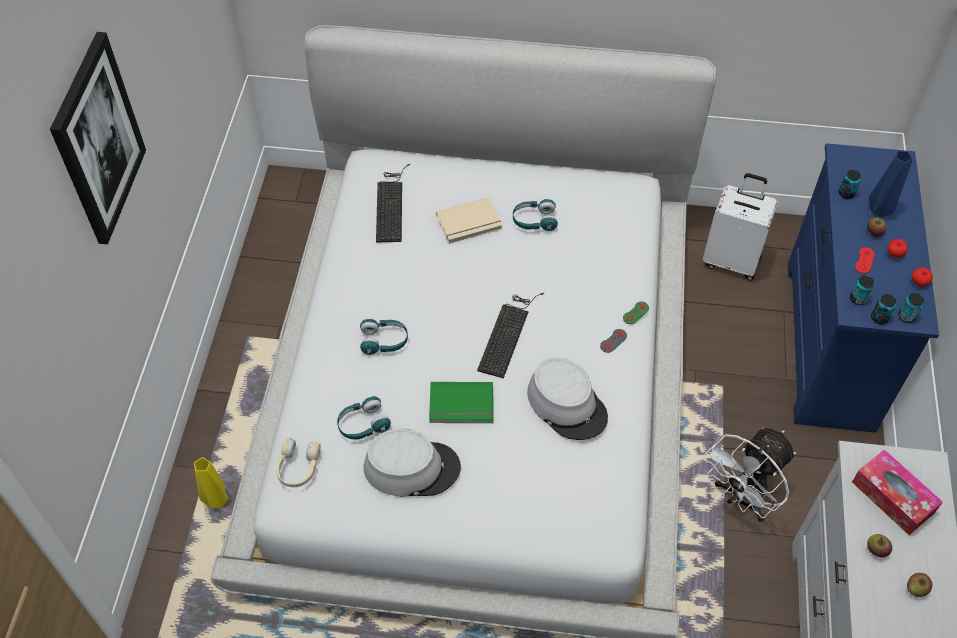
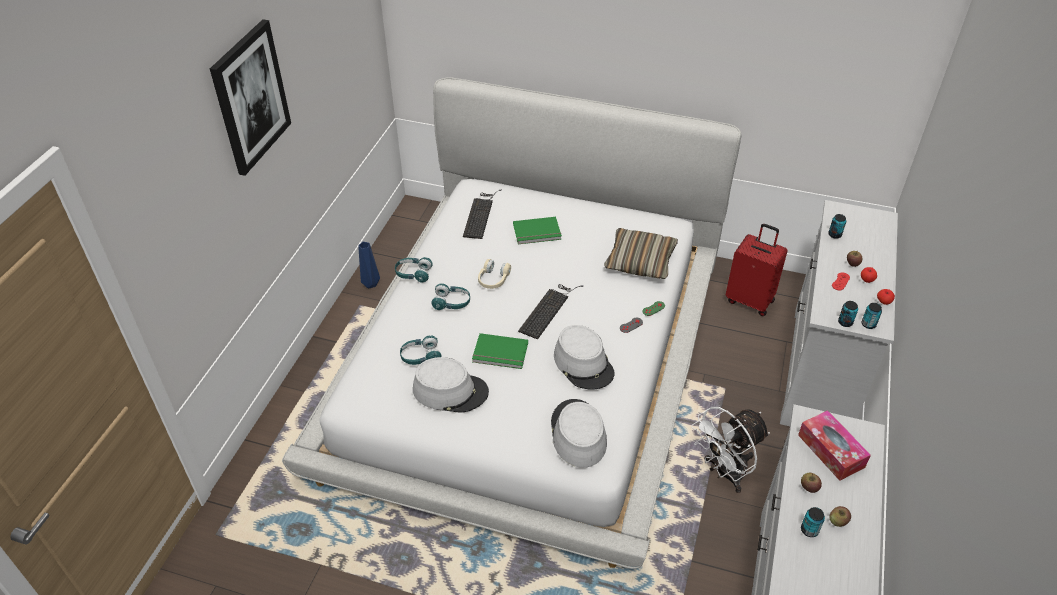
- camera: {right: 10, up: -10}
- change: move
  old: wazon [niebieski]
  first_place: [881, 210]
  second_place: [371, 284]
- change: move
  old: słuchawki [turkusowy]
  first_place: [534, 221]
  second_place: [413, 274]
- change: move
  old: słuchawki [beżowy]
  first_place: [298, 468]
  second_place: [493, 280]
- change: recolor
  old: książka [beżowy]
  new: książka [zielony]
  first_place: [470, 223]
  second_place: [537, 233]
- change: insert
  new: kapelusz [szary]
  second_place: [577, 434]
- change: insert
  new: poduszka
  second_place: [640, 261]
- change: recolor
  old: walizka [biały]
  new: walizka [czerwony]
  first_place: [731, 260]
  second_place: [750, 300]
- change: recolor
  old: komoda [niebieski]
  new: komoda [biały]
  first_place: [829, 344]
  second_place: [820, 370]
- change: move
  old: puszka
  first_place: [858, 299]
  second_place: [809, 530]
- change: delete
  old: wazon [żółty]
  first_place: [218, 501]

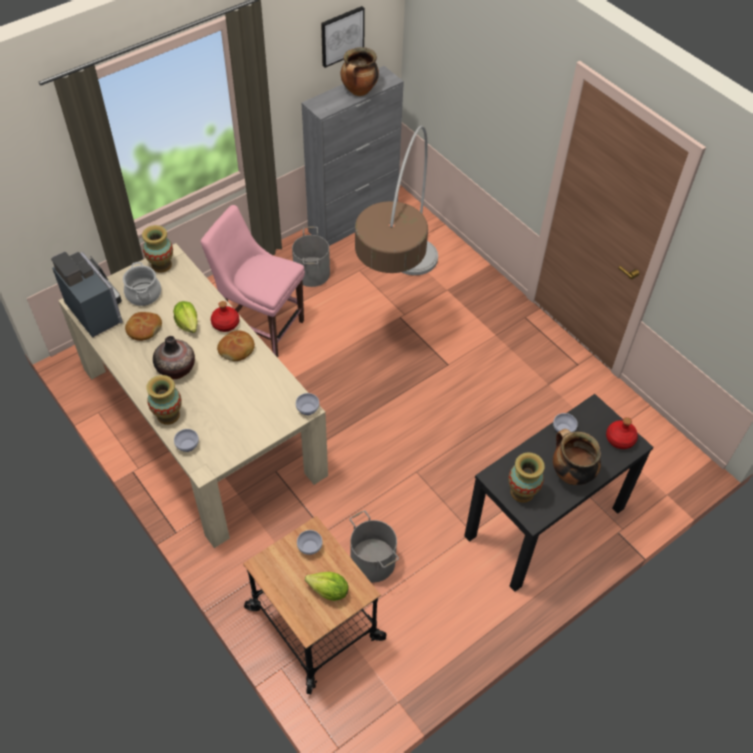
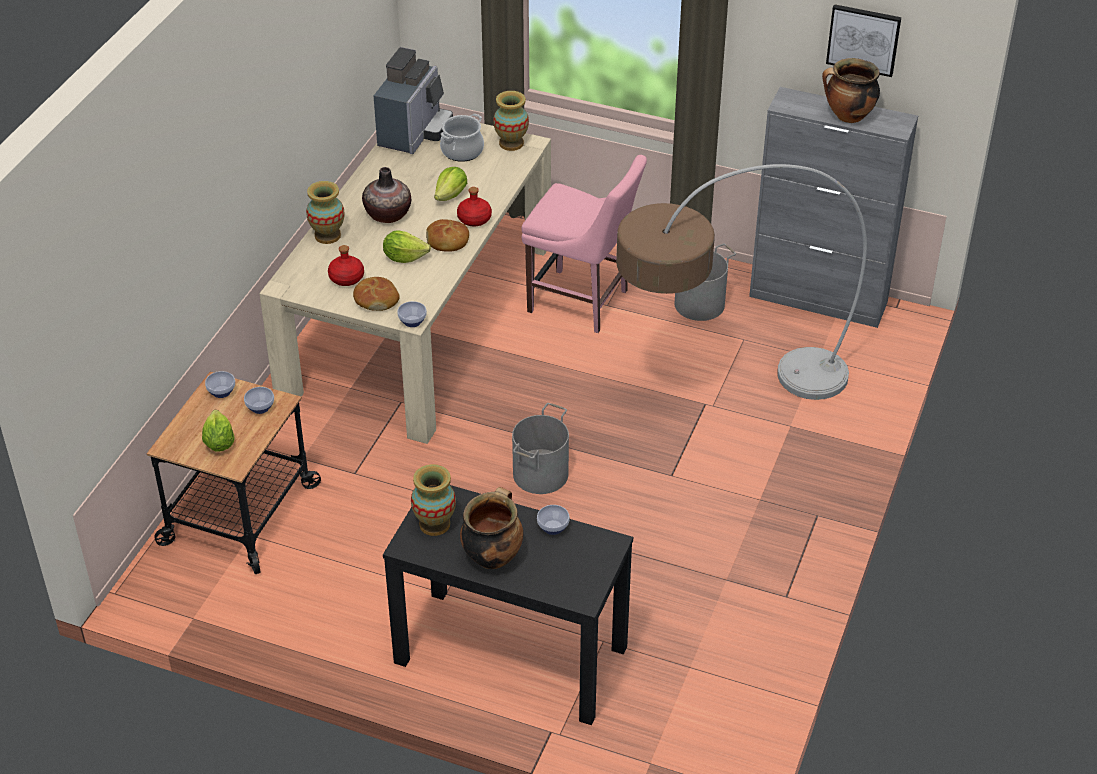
- camera: {right: 60, up: -10}
- change: move
  old: miska
  first_place: [187, 446]
  second_place: [221, 392]
- change: move
  old: butelka [czerwony]
  first_place: [619, 439]
  second_place: [346, 277]
- change: move
  old: chleb
  first_place: [144, 329]
  second_place: [376, 299]
- change: insert
  new: sałata
  second_place: [404, 257]
- change: move
  old: wiadro [szary]
  first_place: [372, 562]
  second_place: [539, 473]
- change: rotate
  old: krzesło [różowy]
  first_place: [261, 327]
  second_place: [582, 303]
  degrees: 120

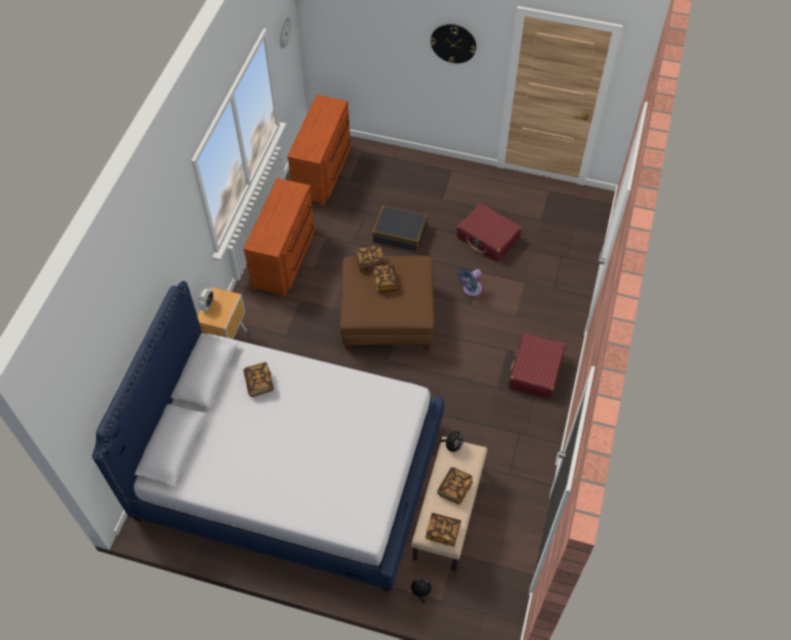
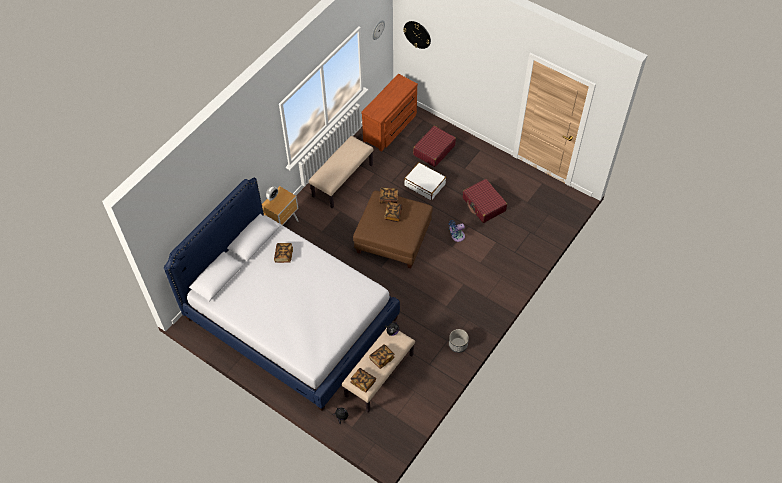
- camera: {right: 20, up: 0}
- change: replace
  old: komoda [brązowy]
  new: ławka [beżowy]
  first_place: [286, 258]
  second_place: [342, 180]
- change: move
  old: zegar ścienny
  first_place: [453, 43]
  second_place: [417, 34]
- change: recolor
  old: walizka [czarny]
  new: walizka [biały]
  first_place: [400, 233]
  second_place: [425, 184]
- change: move
  old: walizka [czerwony]
  first_place: [535, 371]
  second_place: [434, 150]
- change: insert
  new: donica
  second_place: [458, 345]

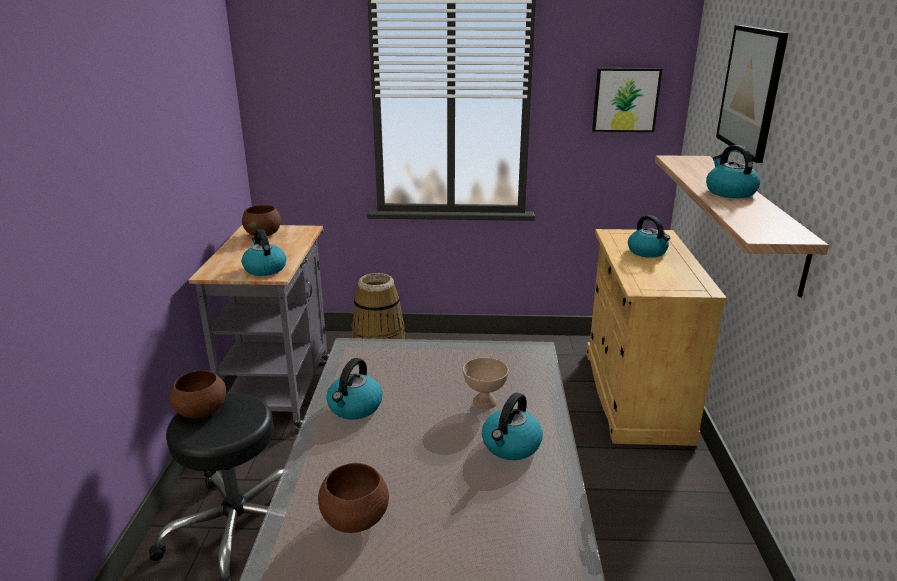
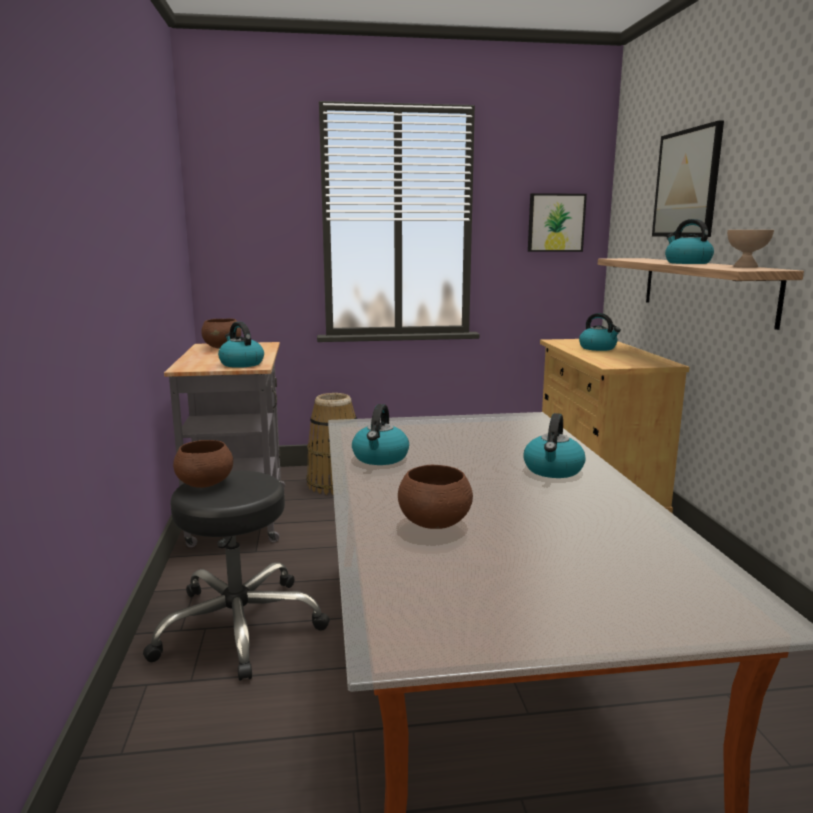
- camera: {right: -10, up: -10}
- change: move
  old: miska [beżowy]
  first_place: [484, 402]
  second_place: [745, 267]

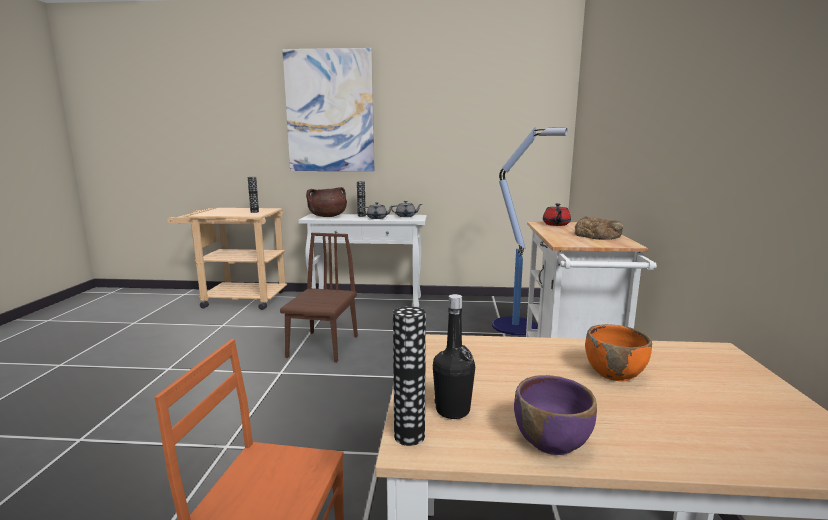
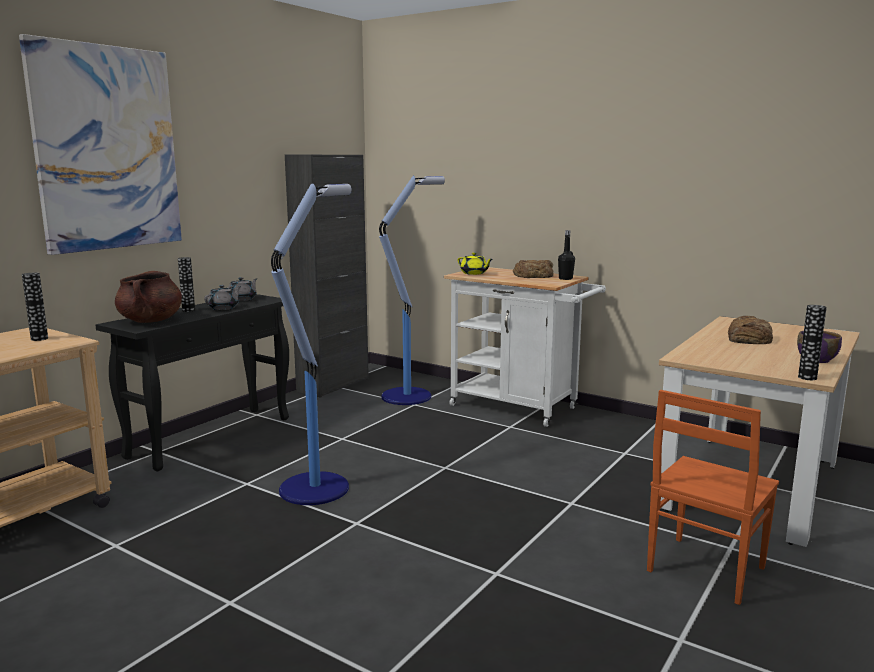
- camera: {right: -60, up: 0}
- change: recolor
  old: stolik konsolowy [biały]
  new: stolik konsolowy [czarny]
  first_place: [368, 301]
  second_place: [212, 437]
- change: replace
  old: krzesło [brązowy]
  new: lampa stojąca
  first_place: [323, 346]
  second_place: [316, 487]
- change: insert
  new: szafka [czarny]
  second_place: [333, 385]
- change: recolor
  old: imbryk [czerwony]
  new: imbryk [żółty]
  first_place: [556, 224]
  second_place: [474, 273]
- change: move
  old: butelka [czarny]
  first_place: [452, 410]
  second_place: [565, 278]
- change: replace
  old: miska [pomarańczowy]
  new: chleb
  first_place: [614, 373]
  second_place: [748, 338]

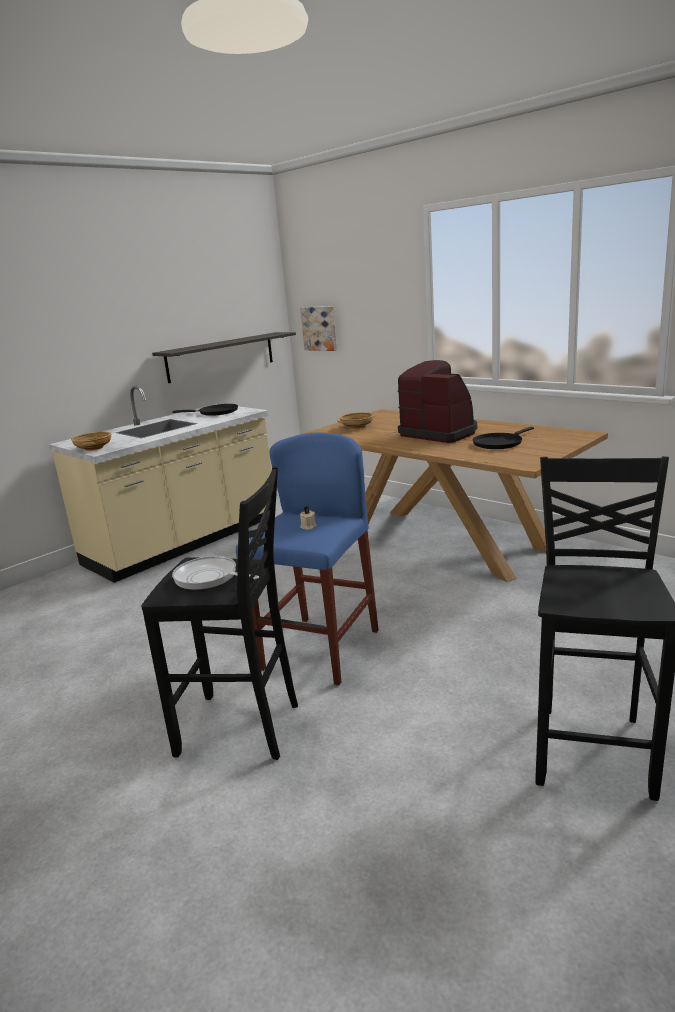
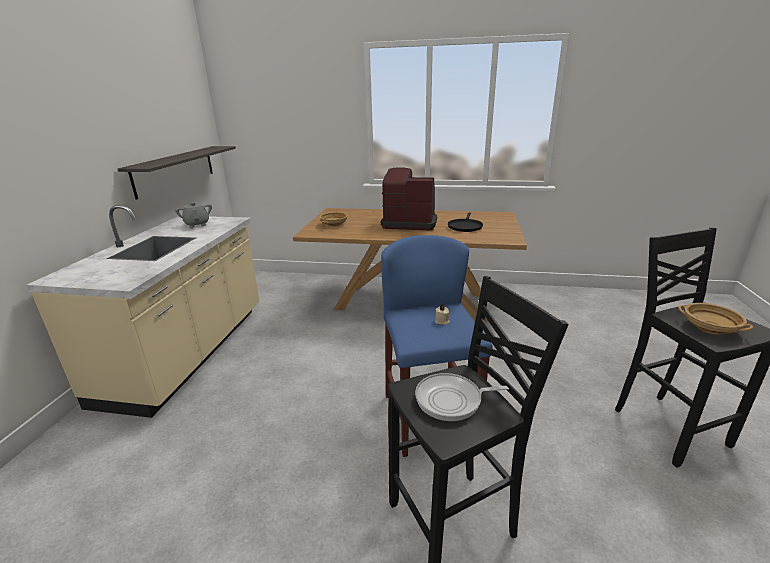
- camera: {right: -35, up: 5}
- change: replace
  old: patelnia [czarny]
  new: imbryk [szary]
  first_place: [216, 412]
  second_place: [197, 224]
- change: move
  old: miska [beżowy]
  first_place: [93, 448]
  second_place: [709, 328]
- change: delete
  old: obraz
  first_place: [320, 328]

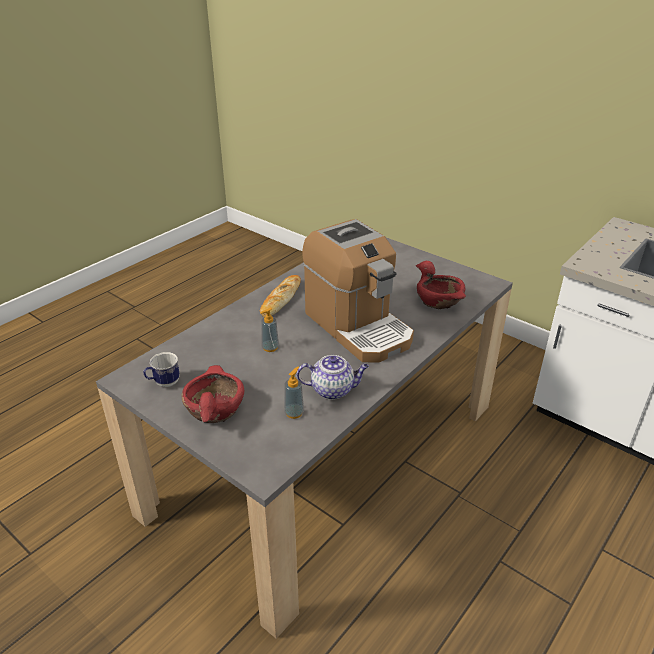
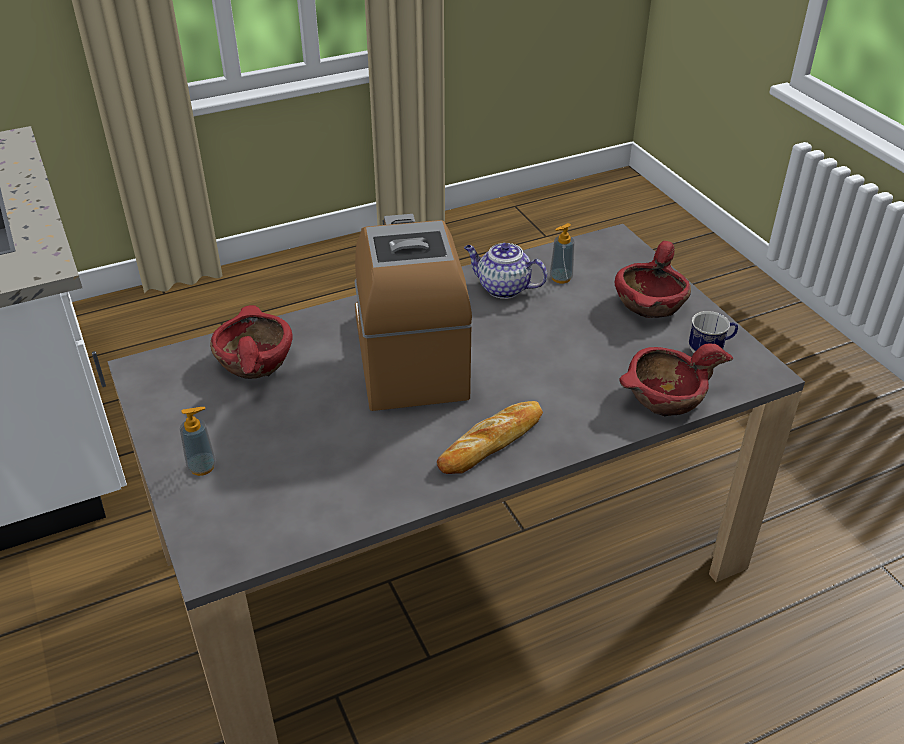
- camera: {right: -155, up: 5}
- change: move
  old: dozownik mydła
  first_place: [270, 347]
  second_place: [202, 467]
- change: insert
  new: miska [czerwony]
  second_place: [665, 398]

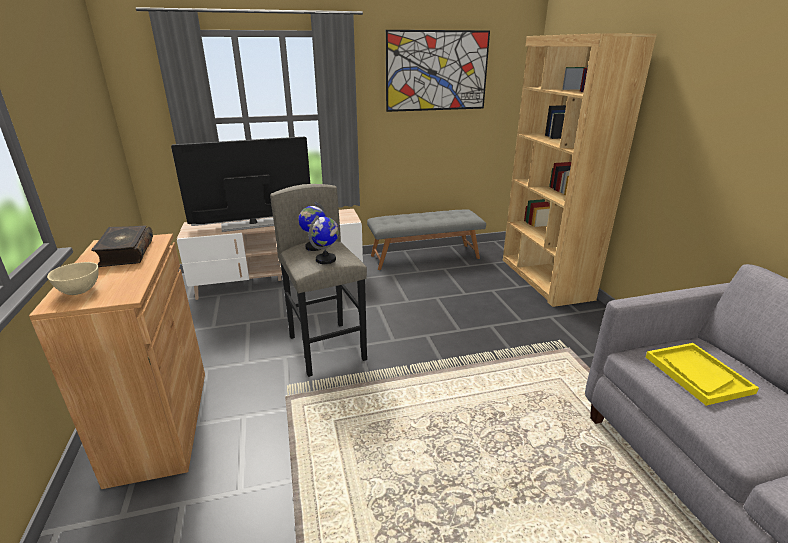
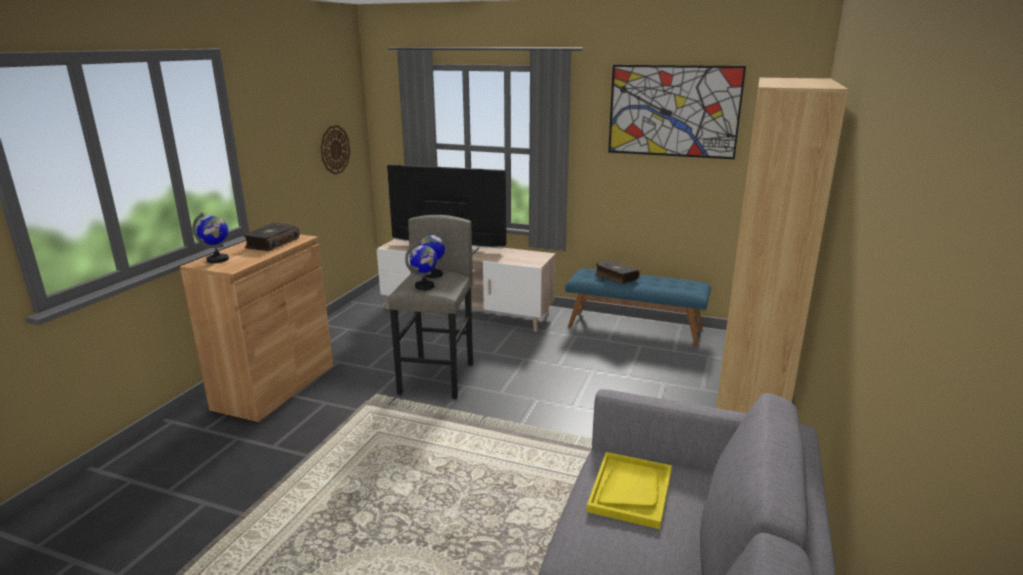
- camera: {right: 35, up: -5}
- change: replace
  old: miska [beżowy]
  new: globus
  first_place: [81, 291]
  second_place: [218, 260]
- change: insert
  new: zegar ścienny
  second_place: [334, 149]
- change: recolor
  old: ławka [szary]
  new: ławka [niebieski]
  first_place: [424, 256]
  second_place: [635, 328]
- change: insert
  new: książka
  second_place: [615, 277]

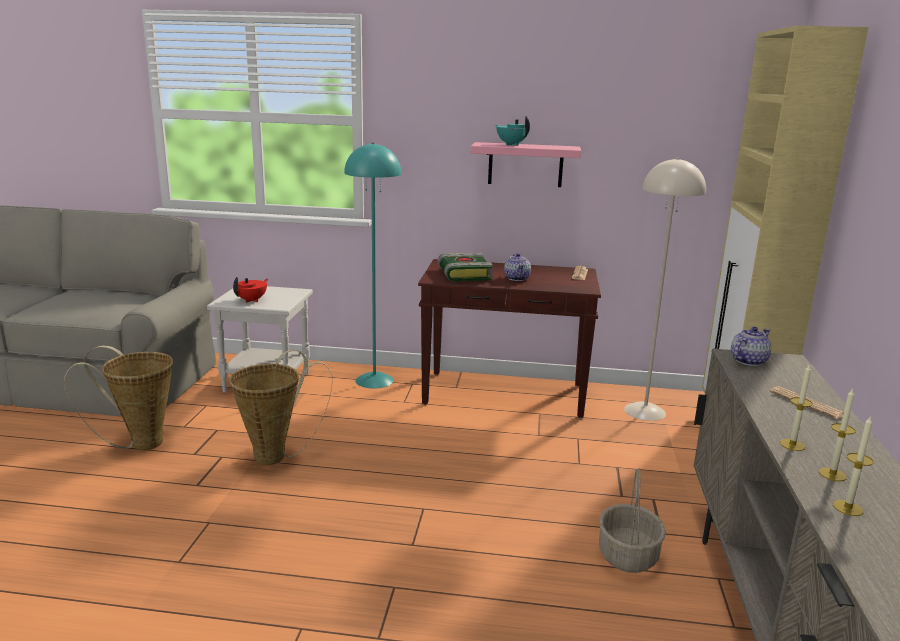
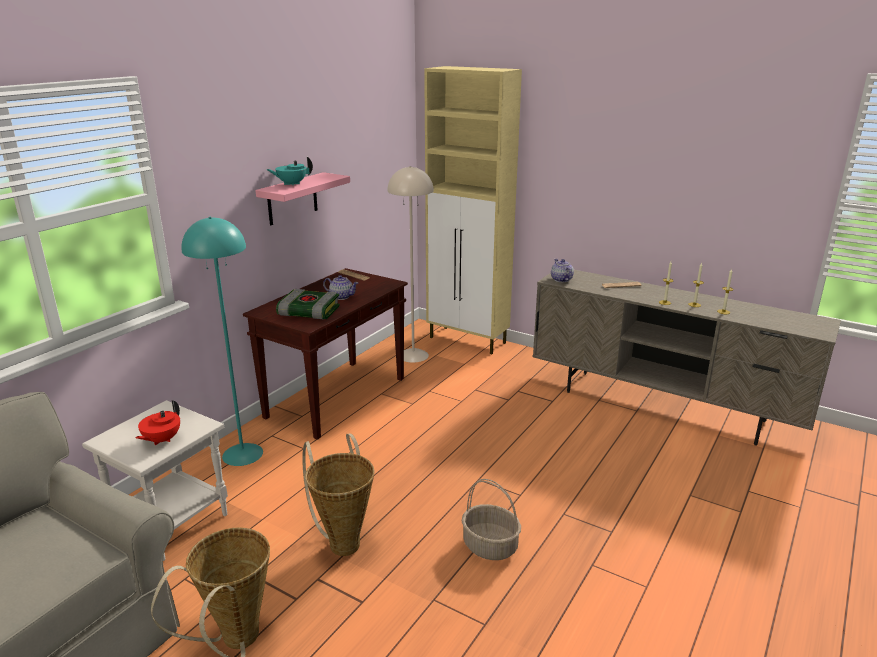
- camera: {right: -65, up: 5}
- change: rotate
  old: imbryk [czerwony]
  first_place: [252, 300]
  second_place: [161, 440]
  degrees: -120
- change: move
  old: koszyk
  first_place: [628, 556]
  second_place: [491, 546]

